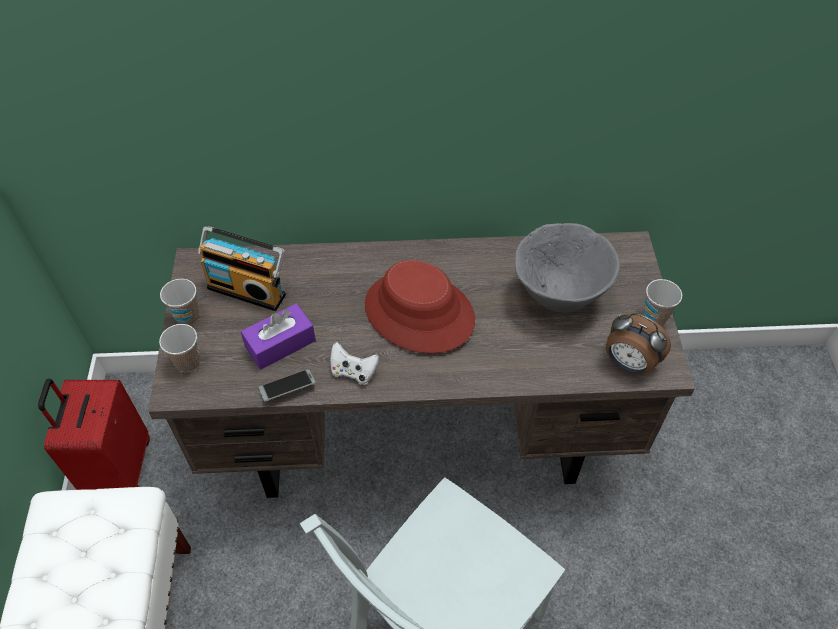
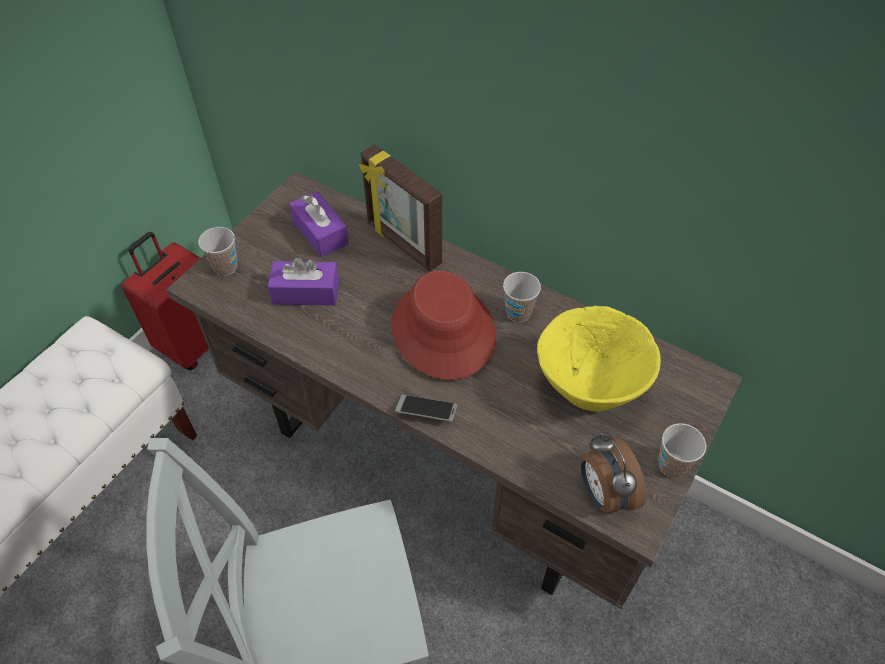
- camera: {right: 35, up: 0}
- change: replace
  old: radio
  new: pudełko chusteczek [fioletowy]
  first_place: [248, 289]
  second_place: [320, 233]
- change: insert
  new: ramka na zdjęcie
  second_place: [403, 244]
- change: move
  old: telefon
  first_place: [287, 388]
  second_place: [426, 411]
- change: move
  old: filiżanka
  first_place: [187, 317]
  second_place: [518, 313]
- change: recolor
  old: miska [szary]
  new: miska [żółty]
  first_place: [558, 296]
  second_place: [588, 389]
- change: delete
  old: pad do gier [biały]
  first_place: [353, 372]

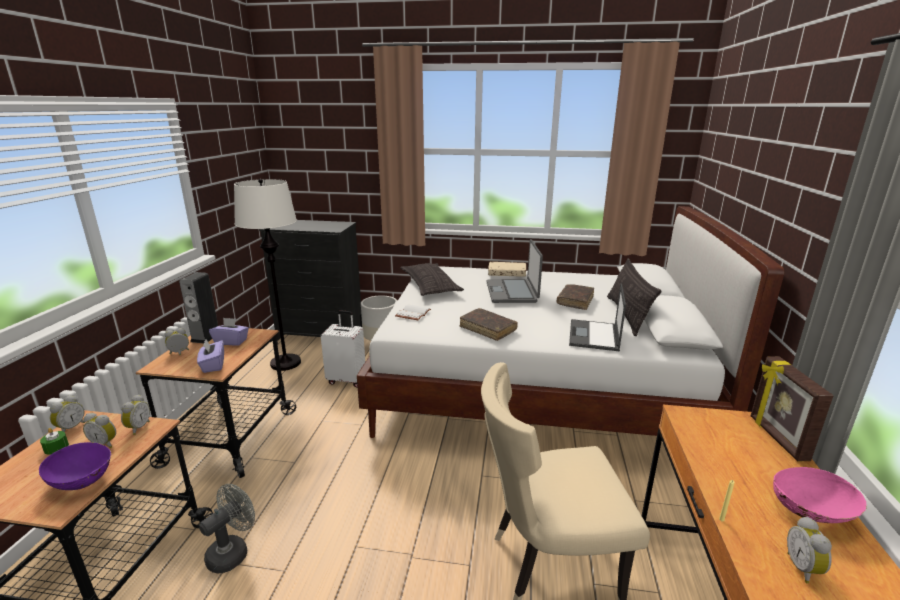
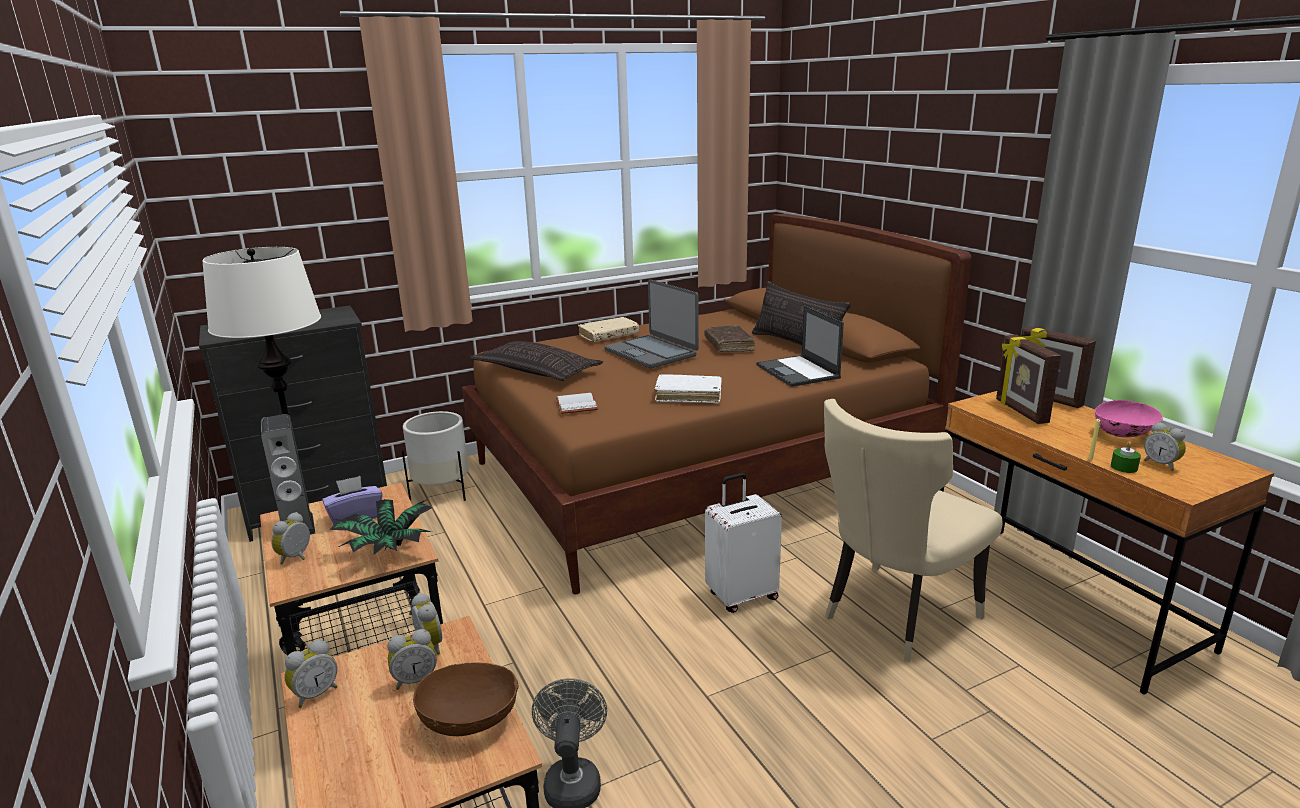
- camera: {right: -35, up: 0}
- change: rotate
  old: budzik
  first_place: [70, 428]
  second_place: [315, 694]
  degrees: 60
- change: replace
  old: pudełko chusteczek [fioletowy]
  new: roślina doniczkowa
  first_place: [213, 365]
  second_place: [388, 550]
- change: recolor
  old: miska [fioletowy]
  new: miska [brązowy]
  first_place: [83, 480]
  second_place: [470, 719]
- change: recolor
  old: łóżko [biały]
  new: łóżko [brązowy]
  first_place: [535, 389]
  second_place: [697, 472]
- change: recolor
  old: książka [brązowy]
  new: książka [biały]
  first_place: [487, 329]
  second_place: [688, 396]
- change: move
  old: walizka [biały]
  first_place: [347, 379]
  second_place: [741, 595]
- change: insert
  new: ramka na zdjęcie
  second_place: [1020, 411]
- change: move
  old: świeca [zielony]
  first_place: [56, 448]
  second_place: [1124, 467]

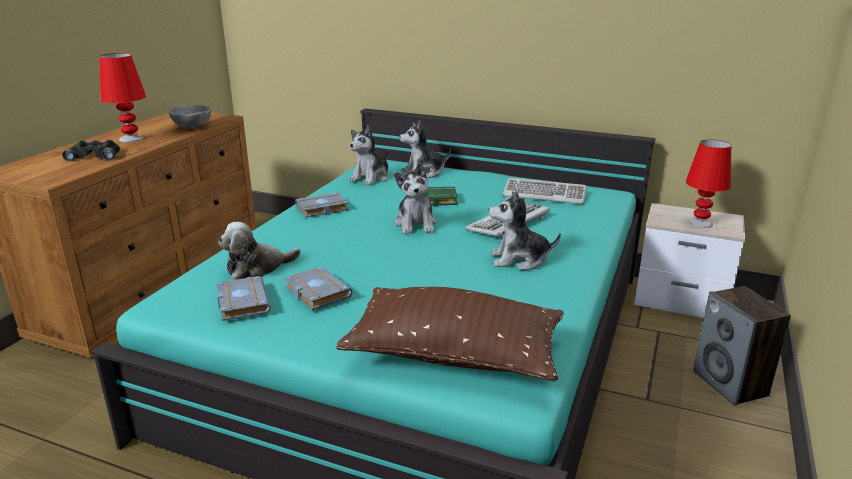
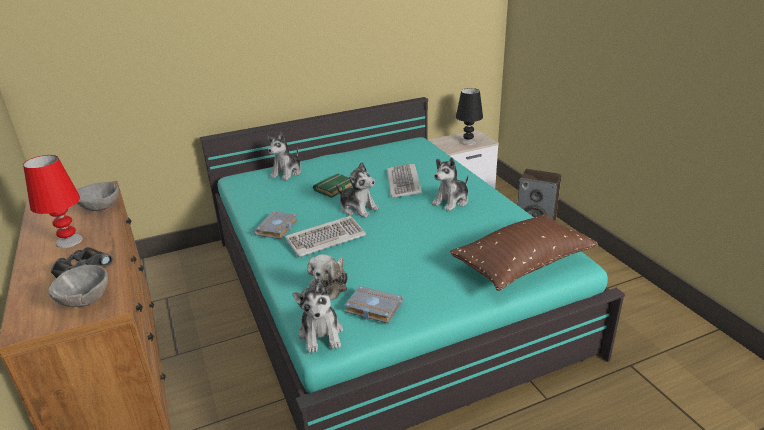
- camera: {right: -45, up: 5}
- change: insert
  new: miska [szary]
  second_place: [85, 301]
- change: move
  old: klawiatura
  first_place: [544, 194]
  second_place: [326, 238]
- change: move
  old: pluszak
  first_place: [371, 178]
  second_place: [321, 334]
- change: recolor
  old: lampa stołowa [czerwony]
  new: lampa stołowa [czarny]
  first_place: [700, 223]
  second_place: [468, 142]
- change: delete
  old: książka [szary]
  first_place: [315, 292]

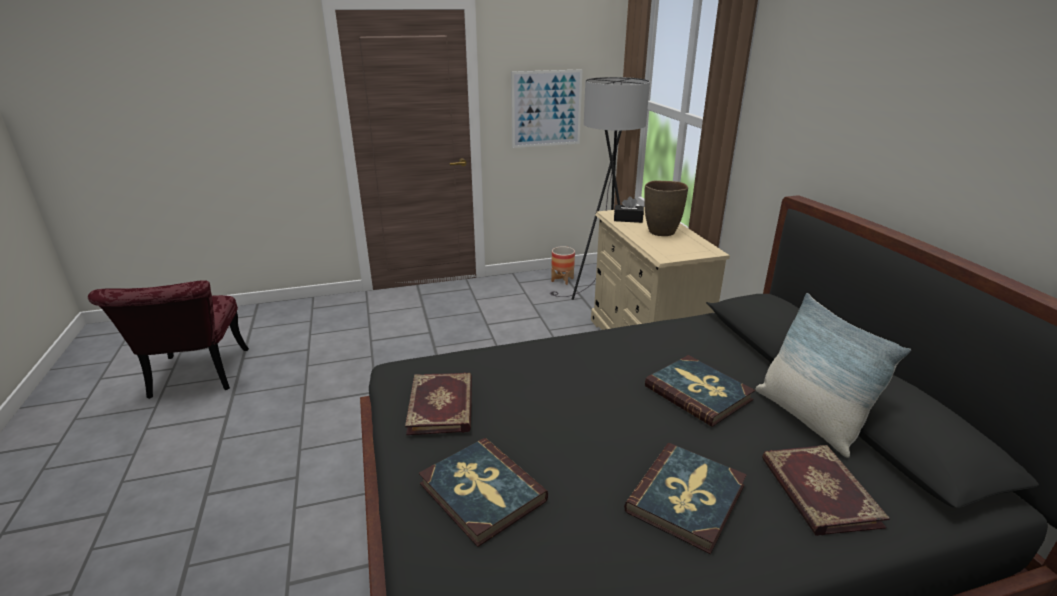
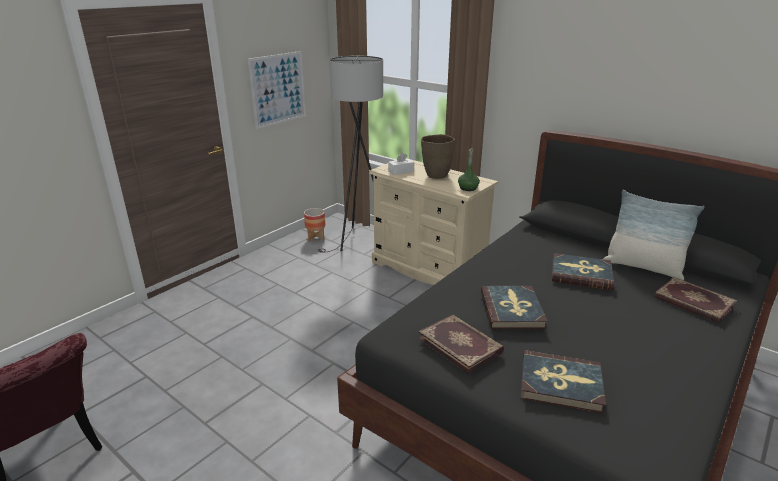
- camera: {right: -35, up: 0}
- change: recolor
  old: pudełko chusteczek [czarny]
  new: pudełko chusteczek [biały]
  first_place: [628, 219]
  second_place: [401, 171]
- change: insert
  new: butelka [zielony]
  second_place: [468, 188]
- change: move
  old: książka
  first_place: [686, 498]
  second_place: [512, 310]

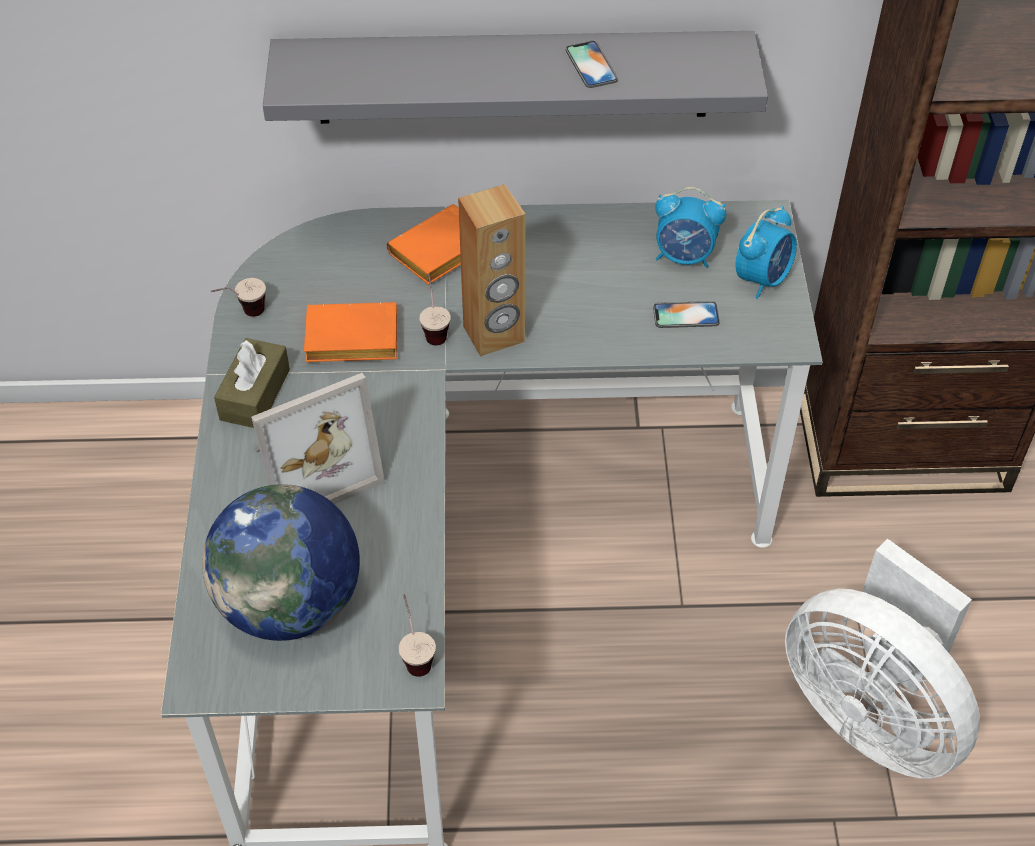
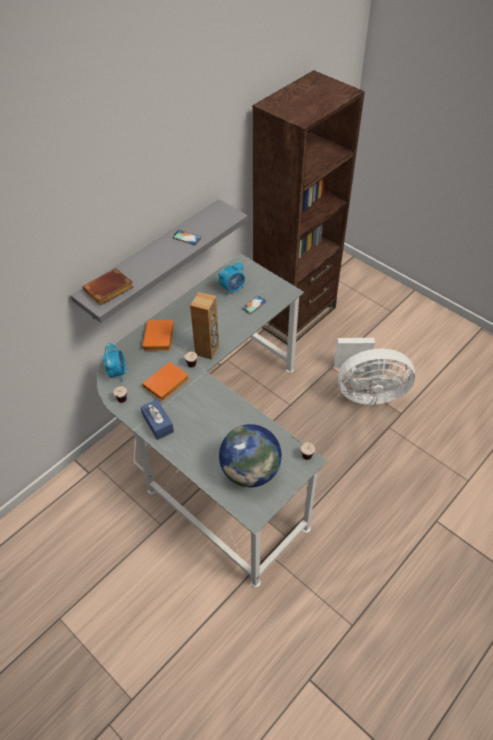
- camera: {right: -45, up: 0}
- change: insert
  new: książka [brązowy]
  second_place: [108, 291]
- change: move
  old: budzik
  first_place: [762, 279]
  second_place: [117, 372]
- change: recolor
  old: pudełko chusteczek [brązowy]
  new: pudełko chusteczek [niebieski]
  first_place: [255, 394]
  second_place: [158, 423]
- change: delete
  old: ramka na zdjęcie
  first_place: [311, 466]

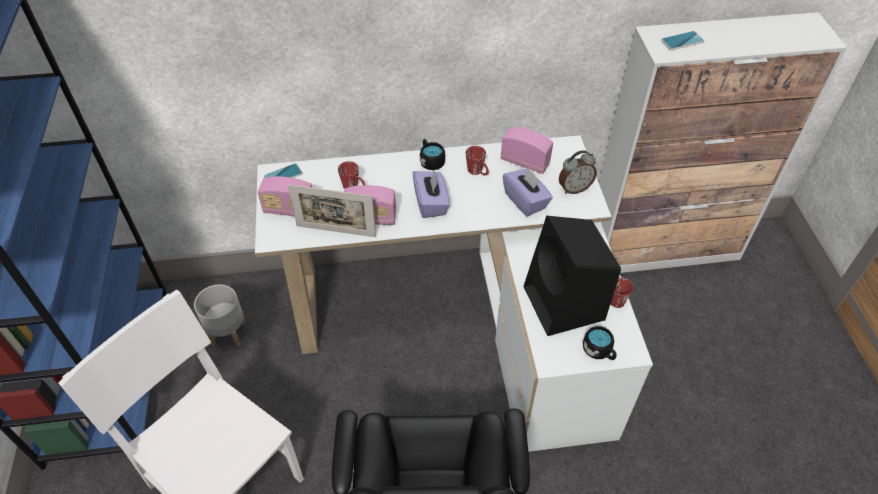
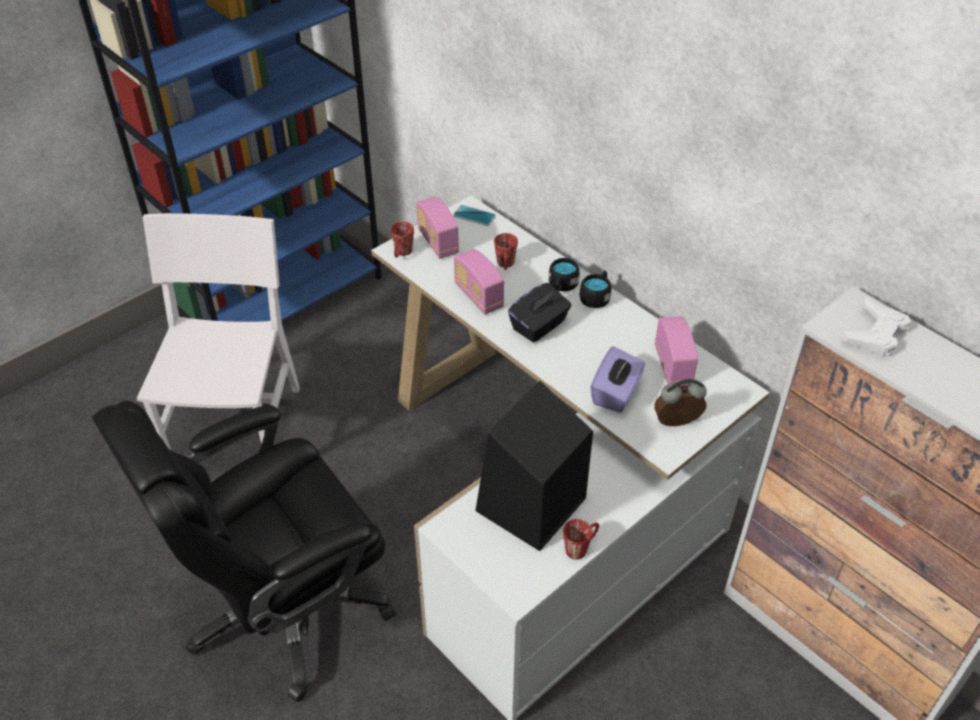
- camera: {right: 55, up: -5}
- change: move
  old: kubek [czerwony]
  first_place: [478, 172]
  second_place: [402, 254]
- change: recolor
  old: pudełko chusteczek [fioletowy]
  new: pudełko chusteczek [czarny]
  first_place: [431, 203]
  second_place: [539, 326]
- change: move
  old: kubek [czarny]
  first_place: [599, 351]
  second_place: [562, 286]
- change: rotate
  old: budzik
  first_place: [574, 188]
  second_place: [677, 424]
  degrees: 135
- change: replace
  old: telefon
  new: pad do gier [biały]
  first_place: [682, 41]
  second_place: [875, 333]
- change: delete
  old: donica [szary]
  first_place: [228, 332]
- change: delete
  old: ramka na zdjęcie
  first_place: [336, 231]

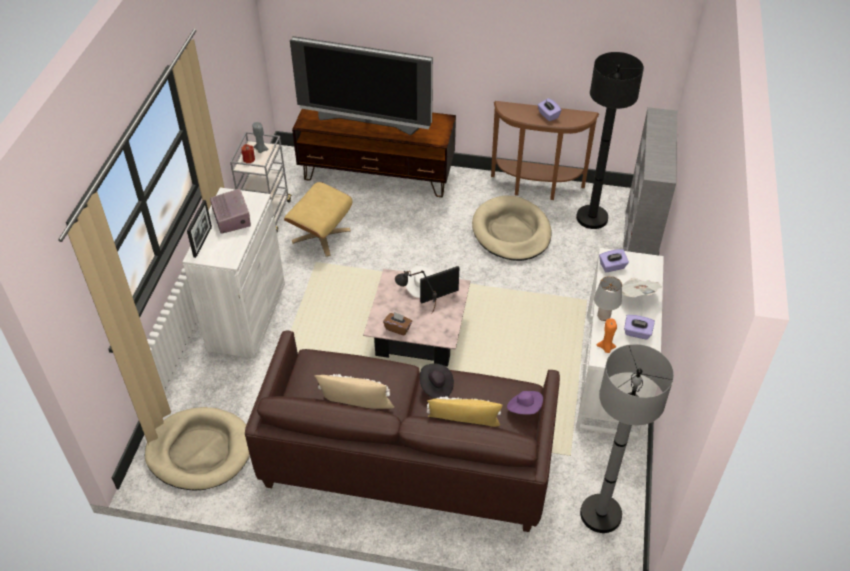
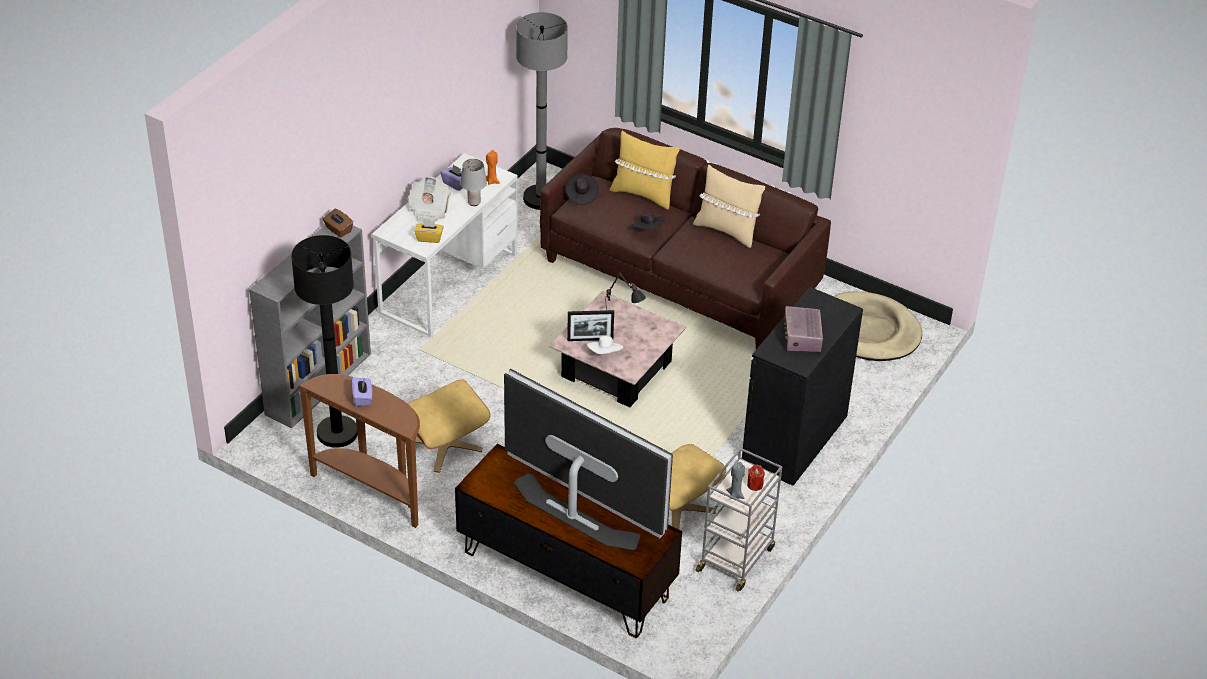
- camera: {right: -160, up: -5}
- change: move
  old: pudełko chusteczek [brązowy]
  first_place: [398, 328]
  second_place: [338, 230]
- change: replace
  old: legowisko [beżowy]
  new: pufa [beżowy]
  first_place: [511, 232]
  second_place: [444, 445]
- change: recolor
  old: pudełko chusteczek [fioletowy]
  new: pudełko chusteczek [żółty]
  first_place: [612, 266]
  second_place: [429, 238]
- change: recolor
  old: kapelusz [fioletowy]
  new: kapelusz [czarny]
  first_place: [524, 408]
  second_place: [581, 195]
- change: recolor
  old: szafka [biały]
  new: szafka [czarny]
  first_place: [246, 316]
  second_place: [794, 439]
- change: delete
  old: ramka na zdjęcie
  first_place: [202, 241]

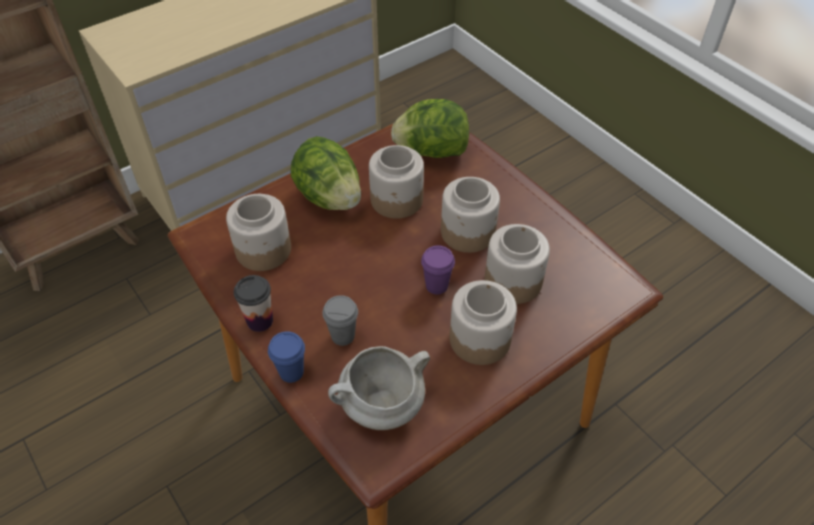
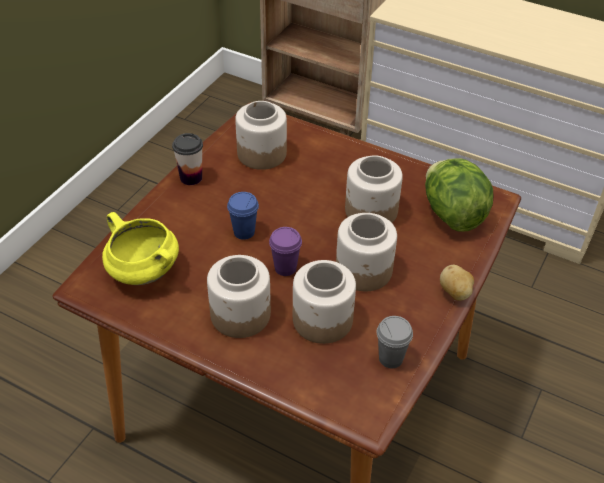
- camera: {right: 65, up: -5}
- change: recolor
  old: garnek [biały]
  new: garnek [żółty]
  first_place: [381, 406]
  second_place: [142, 272]
- change: move
  old: filiżanka [niebieski]
  first_place: [291, 372]
  second_place: [244, 232]
- change: move
  old: filiżanka [szary]
  first_place: [343, 336]
  second_place: [390, 358]
- change: insert
  new: ziemniak
  second_place: [455, 293]
- change: delete
  old: sałata
  first_place: [329, 197]

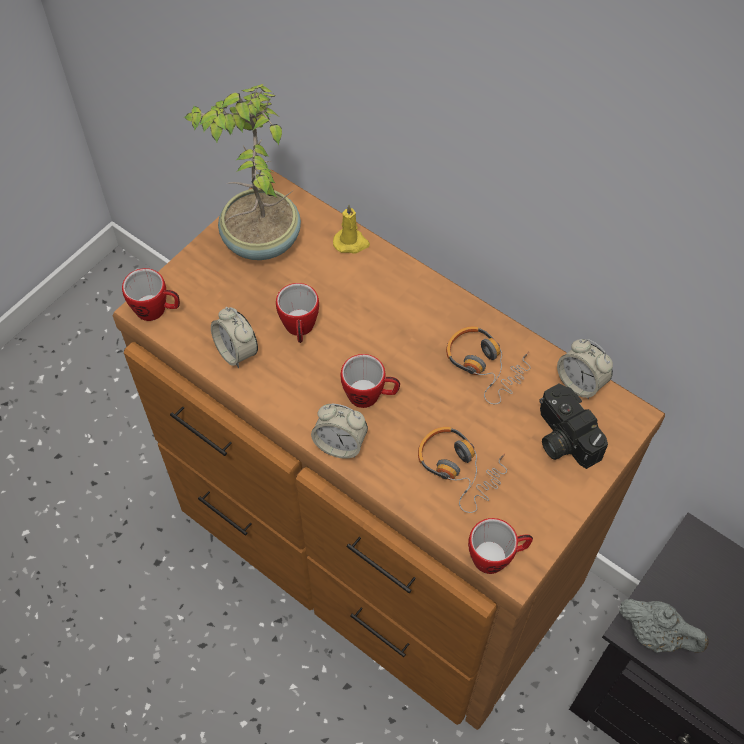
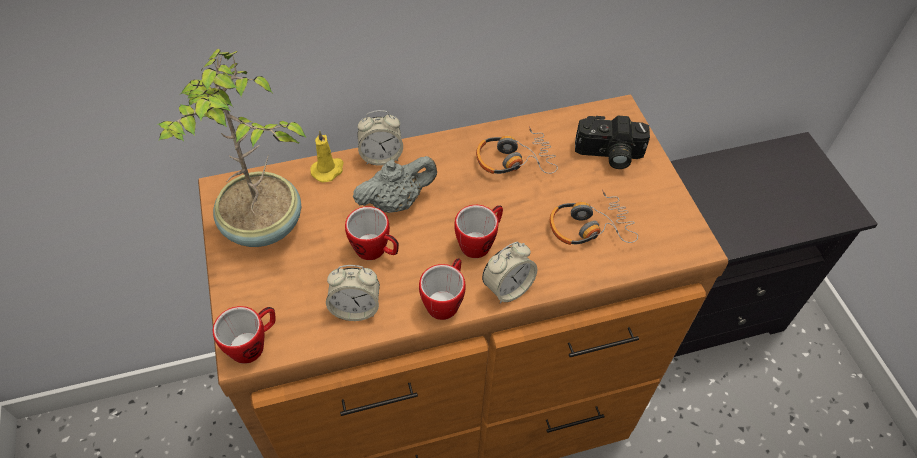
- camera: {right: -55, up: -5}
- change: move
  old: imbryk [szary]
  first_place: [656, 634]
  second_place: [396, 202]
- change: move
  old: budzik
  first_place: [580, 383]
  second_place: [381, 156]
- change: move
  old: kubek
  first_place: [497, 557]
  second_place: [445, 300]

